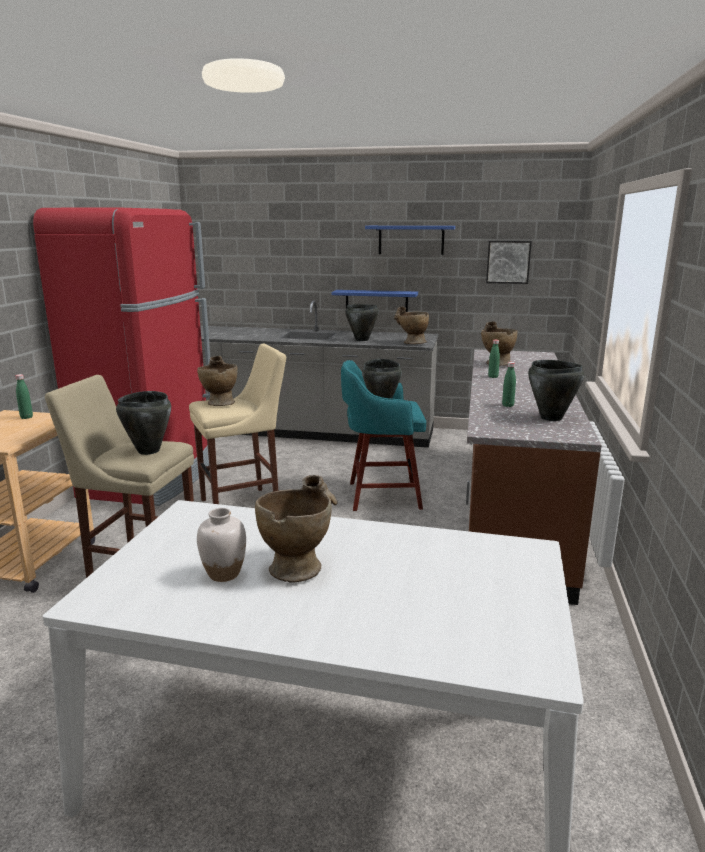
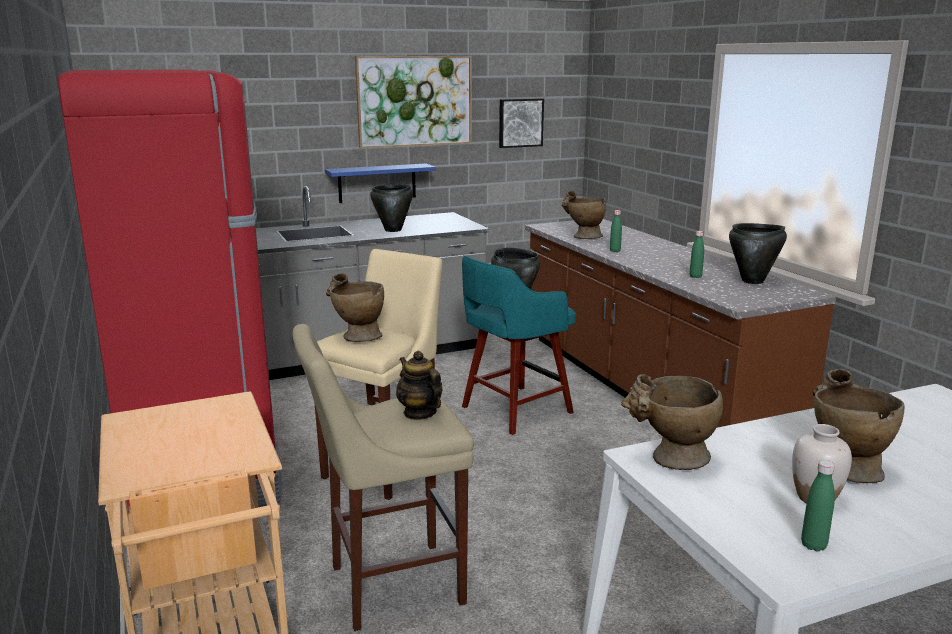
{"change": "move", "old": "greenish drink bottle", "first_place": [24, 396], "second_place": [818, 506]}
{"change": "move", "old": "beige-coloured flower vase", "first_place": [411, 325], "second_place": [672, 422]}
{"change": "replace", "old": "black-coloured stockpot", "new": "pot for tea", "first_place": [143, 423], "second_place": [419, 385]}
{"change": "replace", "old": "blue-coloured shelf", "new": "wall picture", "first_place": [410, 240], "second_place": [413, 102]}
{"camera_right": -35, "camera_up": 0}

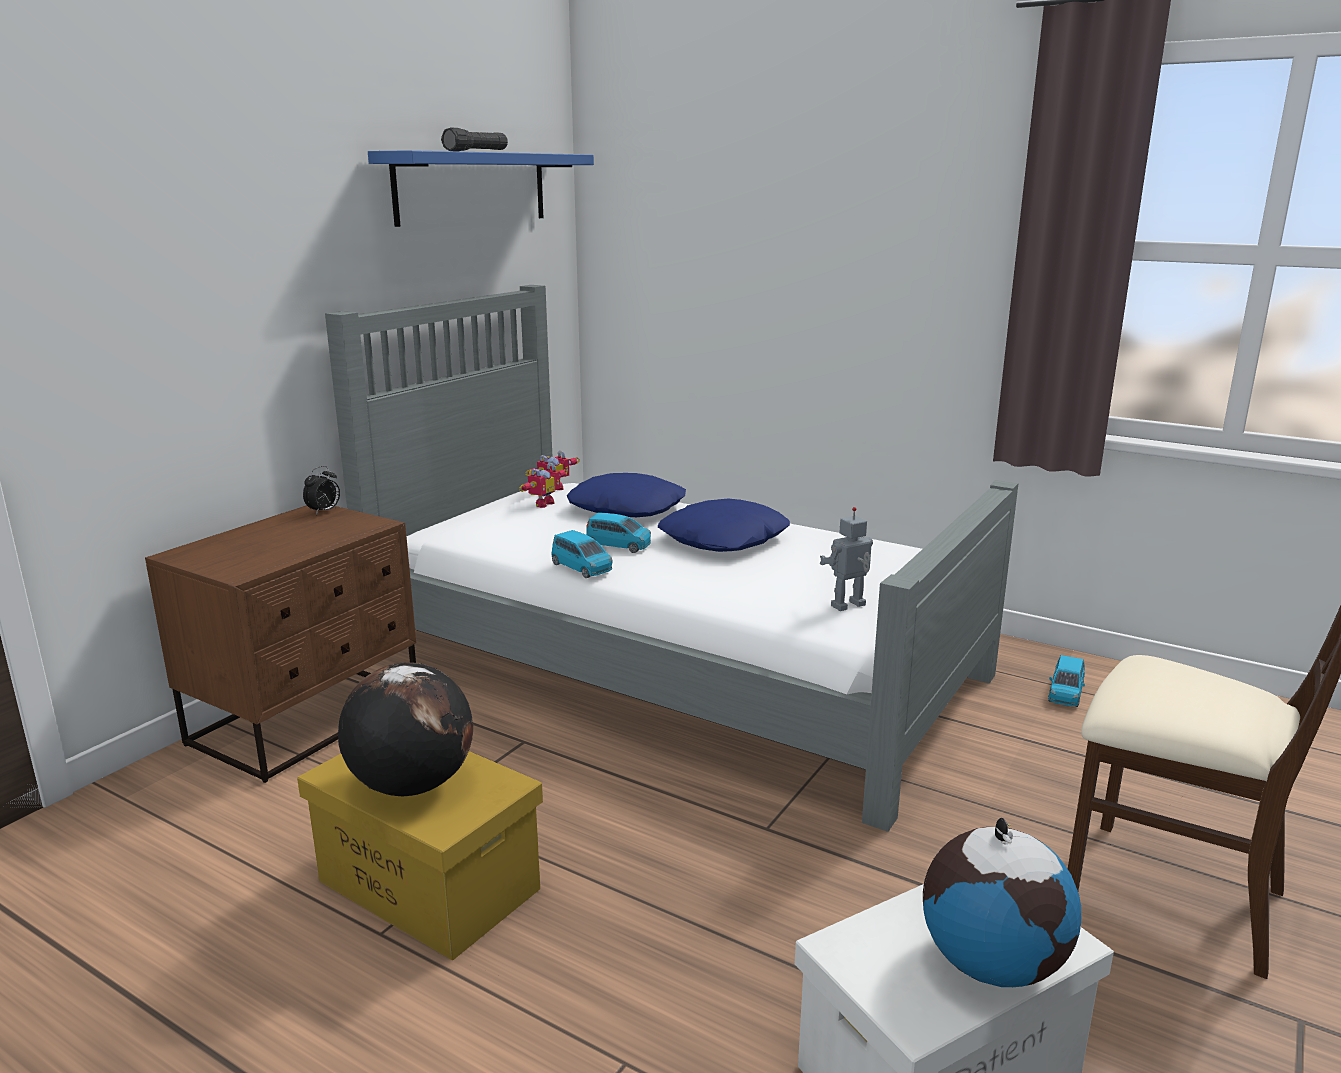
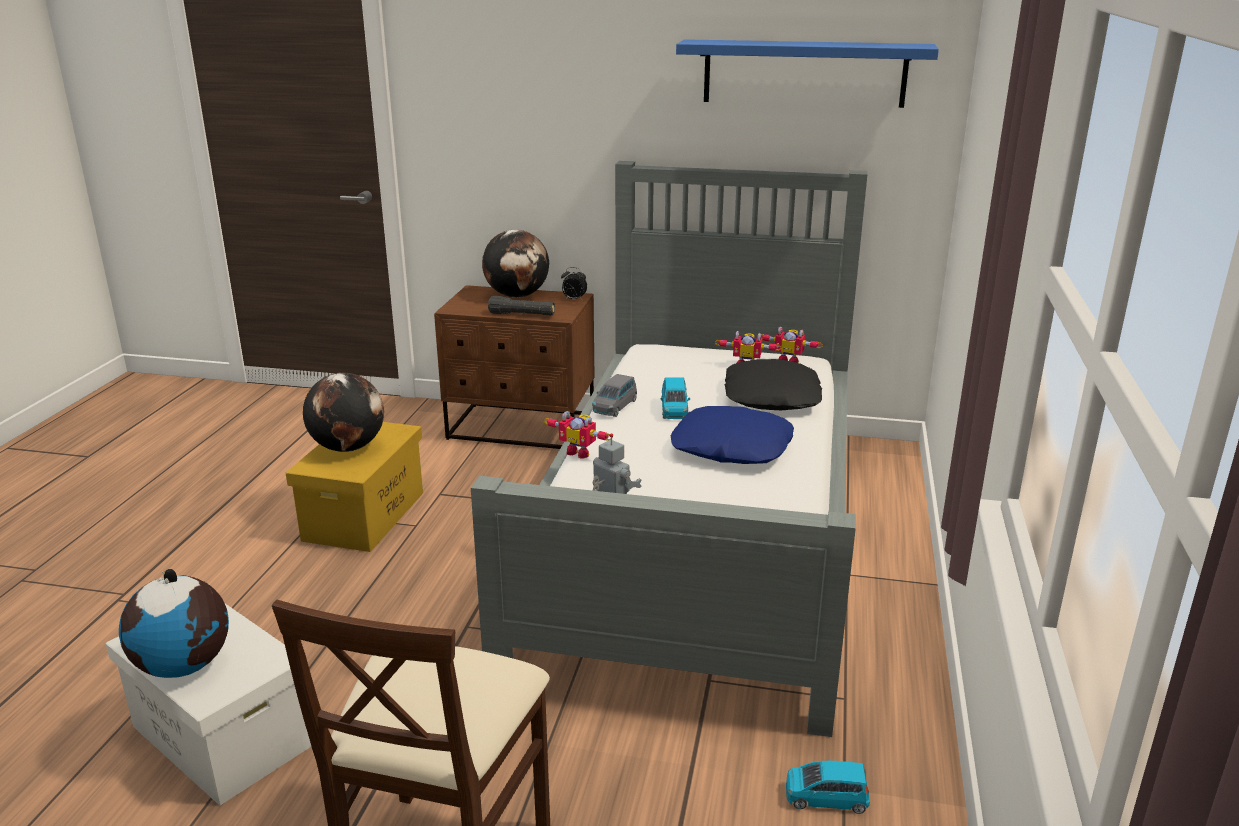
{"change": "insert", "new": "desk globe", "second_place": [515, 264]}
{"change": "insert", "new": "toy robot", "second_place": [577, 435]}
{"change": "move", "old": "black-coloured flashlight", "first_place": [474, 139], "second_place": [521, 306]}
{"change": "recolor", "old": "blue-coloured toy car", "new": "gray toy car", "first_place": [582, 554], "second_place": [614, 395]}
{"change": "recolor", "old": "blue-coloured throw pillow", "new": "black-coloured throw pillow", "first_place": [626, 495], "second_place": [773, 384]}
{"camera_right": 70, "camera_up": 5}

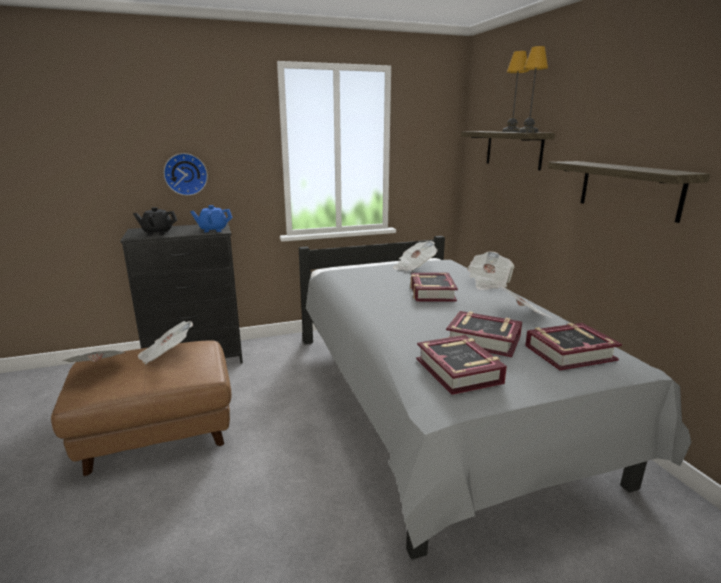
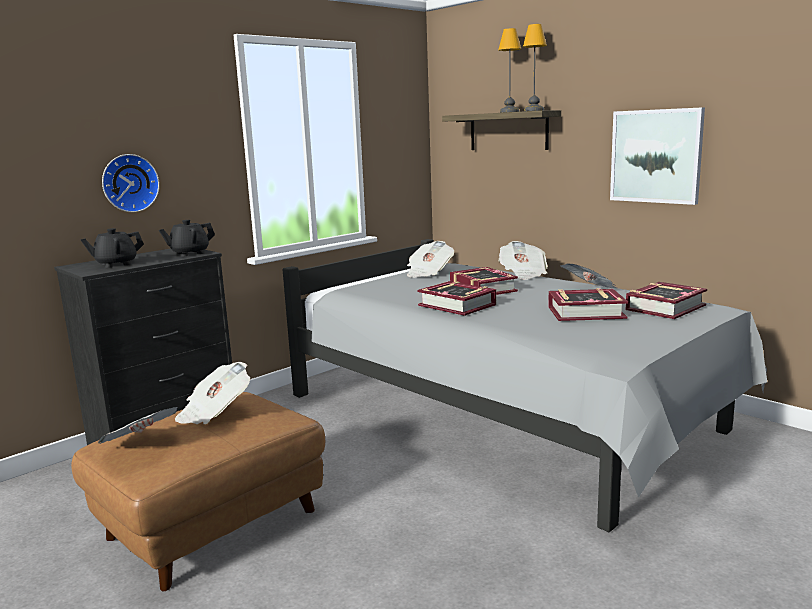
{"change": "move", "old": "volume", "first_place": [462, 365], "second_place": [456, 298]}
{"change": "replace", "old": "shelf", "new": "wall picture", "first_place": [629, 192], "second_place": [657, 156]}
{"change": "recolor", "old": "blue-coloured pot for tea", "new": "black-coloured pot for tea", "first_place": [211, 218], "second_place": [187, 238]}
{"camera_right": -25, "camera_up": -5}

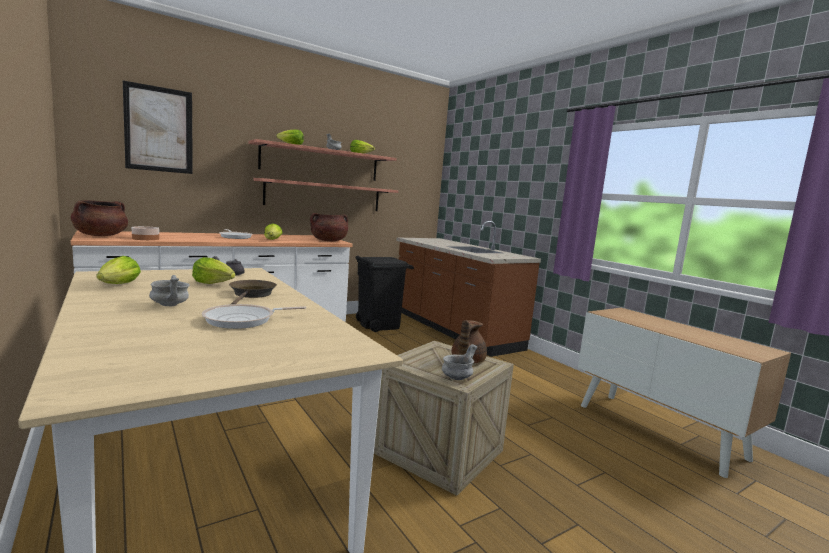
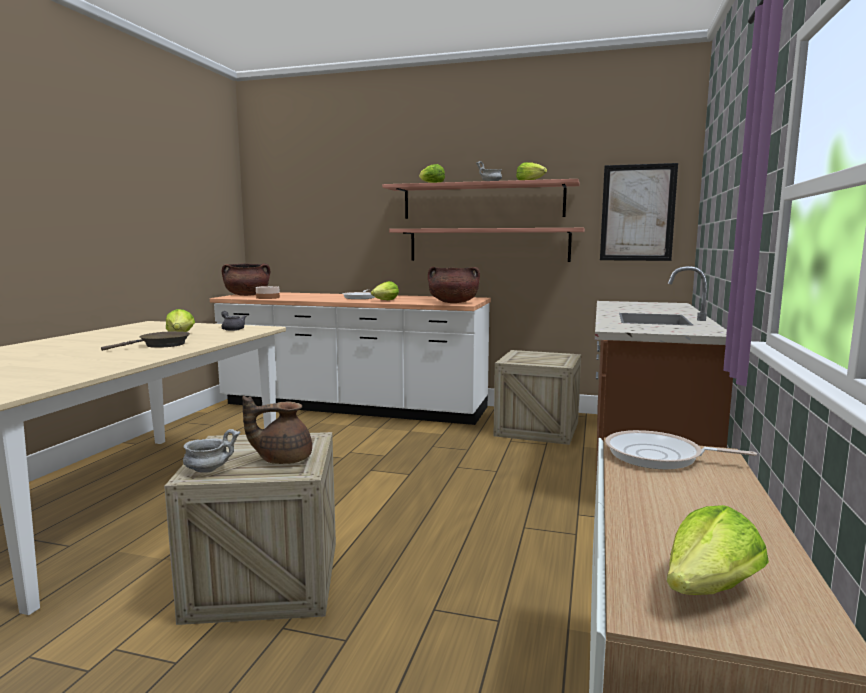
{"change": "delete", "old": "gray deep dish", "first_place": [169, 290]}
{"change": "move", "old": "lettuce head", "first_place": [118, 270], "second_place": [718, 550]}
{"change": "move", "old": "wall picture", "first_place": [158, 127], "second_place": [639, 212]}
{"change": "move", "old": "frying pan", "first_place": [254, 316], "second_place": [681, 449]}
{"change": "replace", "old": "black-coloured waste bin", "new": "packing crate", "first_place": [384, 294], "second_place": [537, 397]}
{"camera_right": 50, "camera_up": 0}

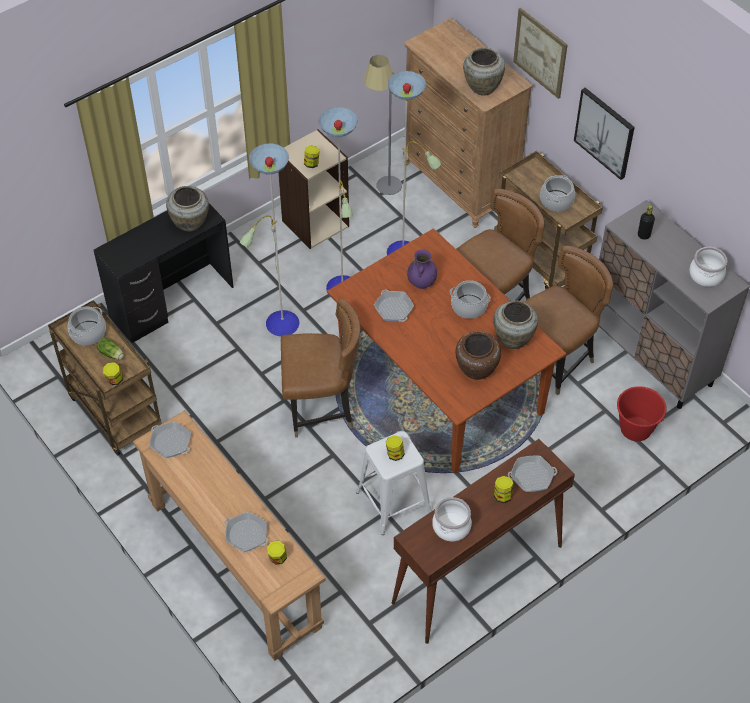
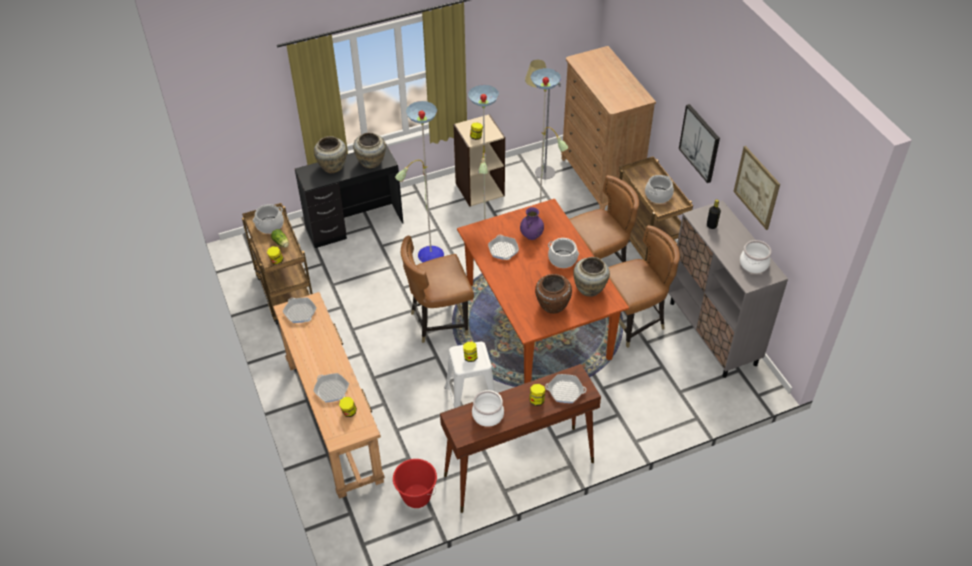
{"change": "move", "old": "beige-coloured flower vase", "first_place": [484, 72], "second_place": [330, 154]}
{"change": "move", "old": "wall picture", "first_place": [540, 53], "second_place": [756, 188]}
{"change": "move", "old": "red bucket", "first_place": [642, 413], "second_place": [415, 483]}
{"change": "rotate", "old": "brown-coloured chair", "first_place": [321, 368], "second_place": [437, 289], "degrees": 150}
{"camera_right": 15, "camera_up": -5}

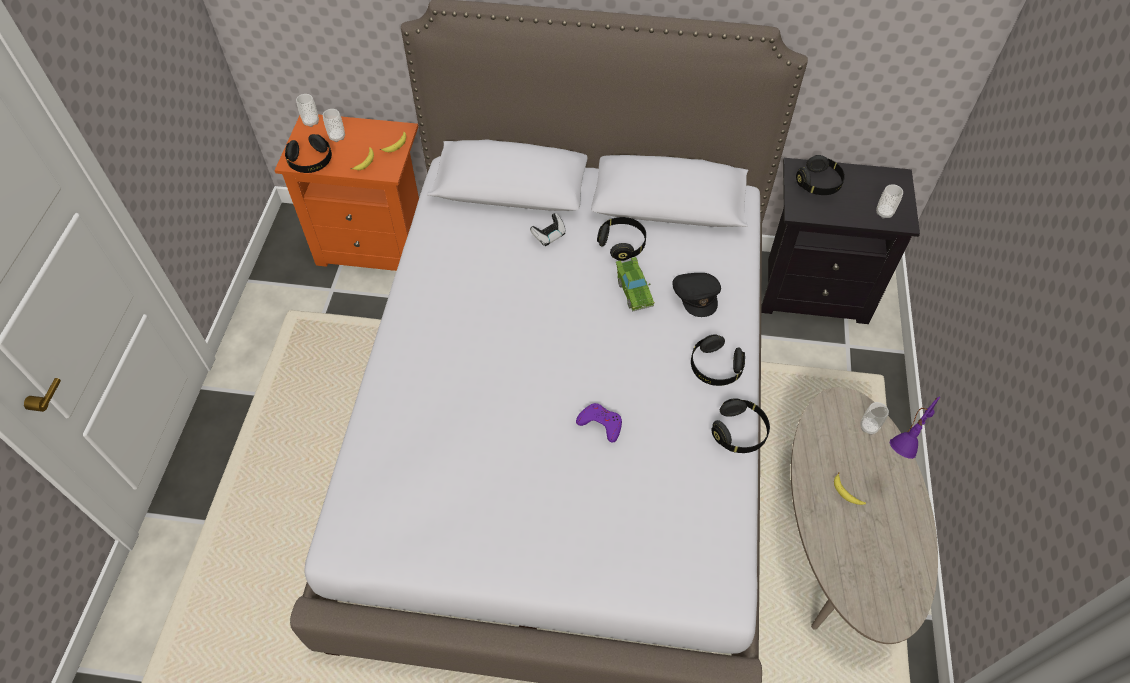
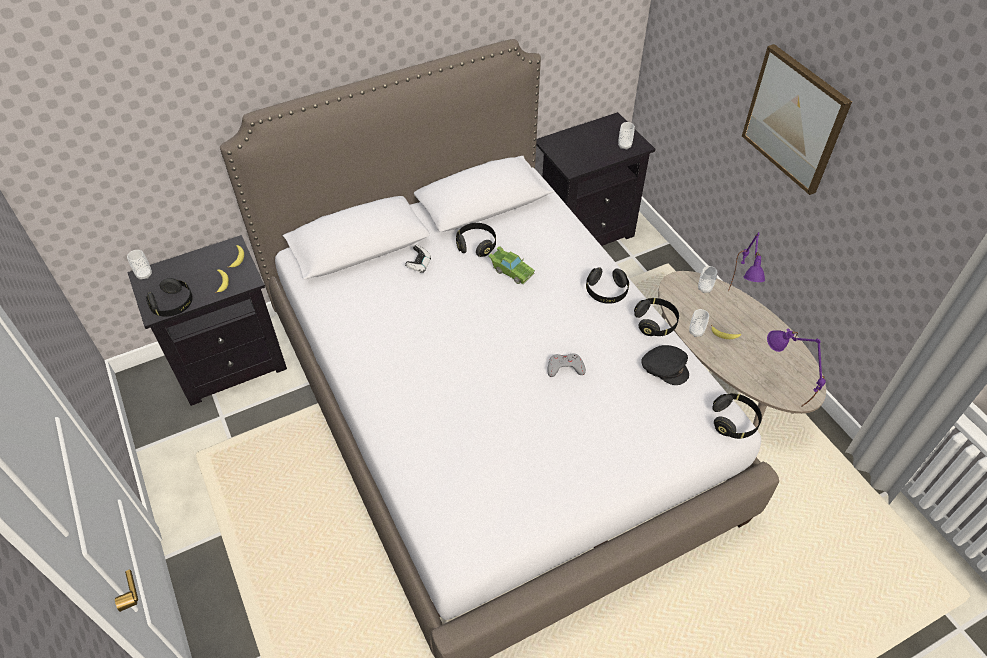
{"change": "insert", "new": "wall picture", "second_place": [797, 119]}
{"change": "insert", "new": "purplish lamp for a table", "second_place": [796, 367]}
{"change": "move", "old": "small cup", "first_place": [334, 125], "second_place": [699, 323]}
{"change": "move", "old": "black-coloured cap", "first_place": [696, 295], "second_place": [665, 365]}
{"change": "move", "old": "black-coloured pair of headphones", "first_place": [820, 175], "second_place": [737, 416]}
{"change": "recolor", "old": "orange nightstand", "new": "black-coloured nightstand", "first_place": [346, 192], "second_place": [207, 320]}
{"change": "recolor", "old": "purplish joypad", "new": "gray joypad", "first_place": [599, 423], "second_place": [566, 365]}
{"camera_right": -35, "camera_up": -5}

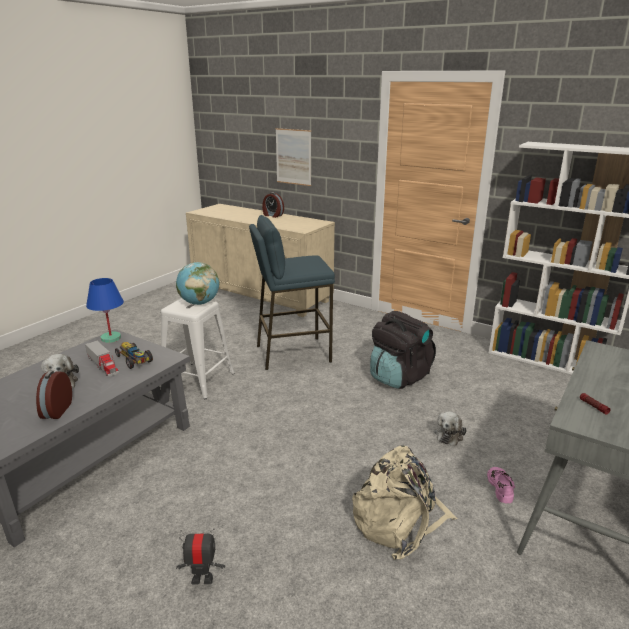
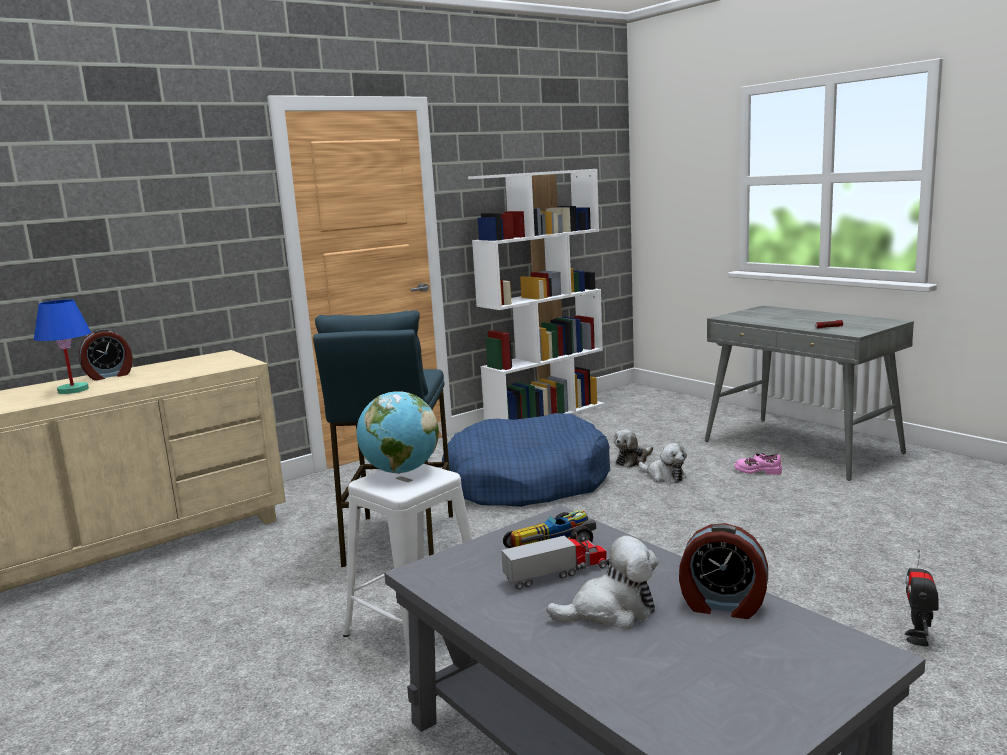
{"change": "delete", "old": "wall picture", "first_place": [293, 157]}
{"change": "delete", "old": "beige-coloured rucksack", "first_place": [404, 502]}
{"change": "insert", "new": "cuddly toy", "second_place": [633, 449]}
{"change": "move", "old": "blue-coloured lamp for a table", "first_place": [105, 310], "second_place": [62, 346]}
{"change": "replace", "old": "black-coloured rucksack", "new": "blue-coloured dog bed", "first_place": [403, 350], "second_place": [526, 460]}
{"camera_right": -70, "camera_up": -10}

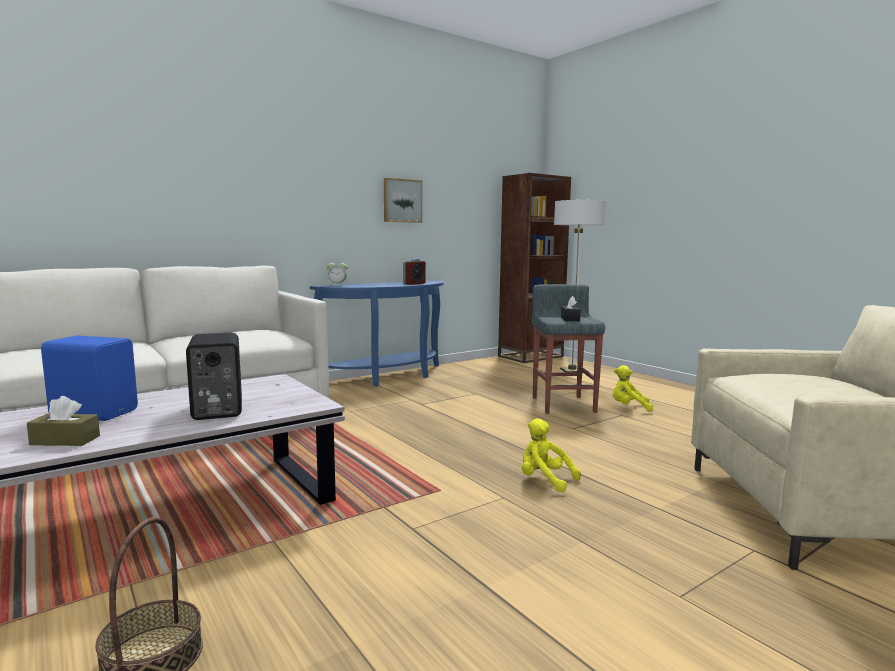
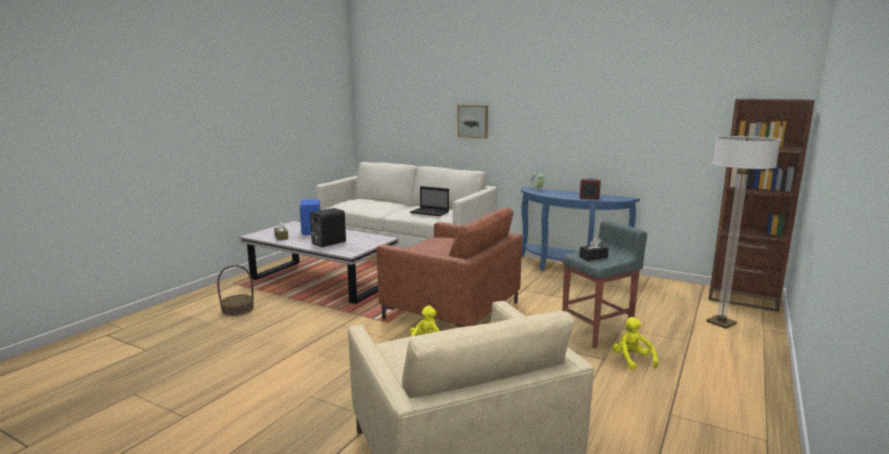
{"change": "insert", "new": "brown-coloured easy chair", "second_place": [449, 267]}
{"change": "insert", "new": "portable computer", "second_place": [429, 201]}
{"change": "move", "old": "wall picture", "first_place": [403, 200], "second_place": [472, 122]}
{"camera_right": 65, "camera_up": 5}

